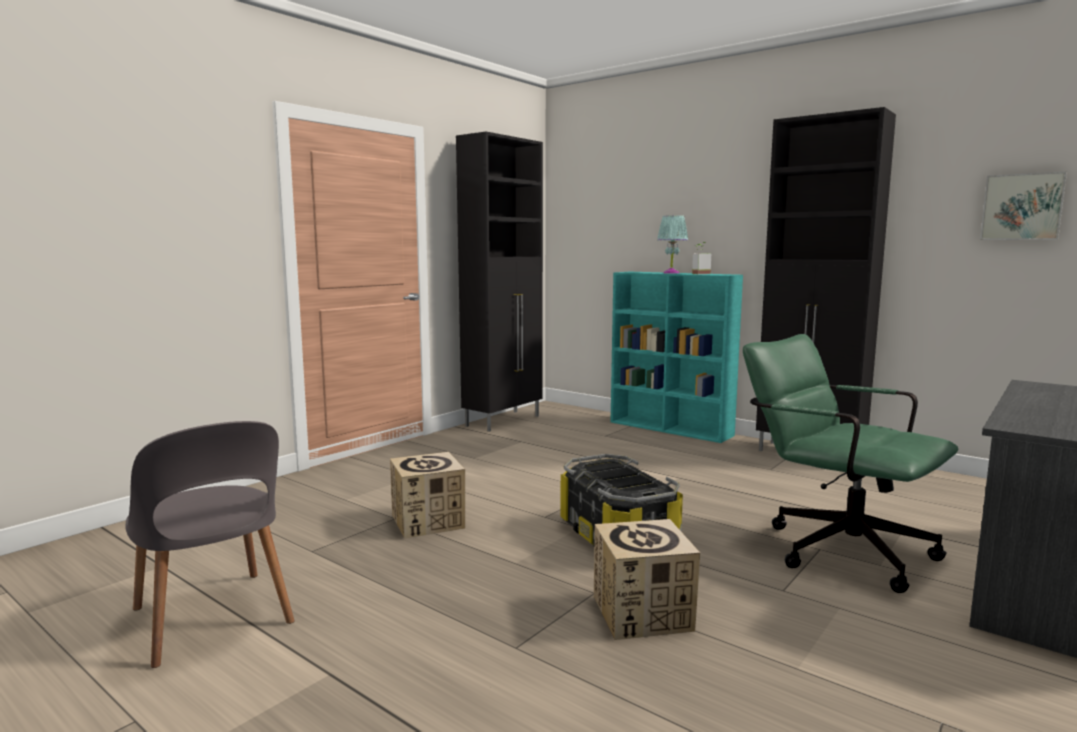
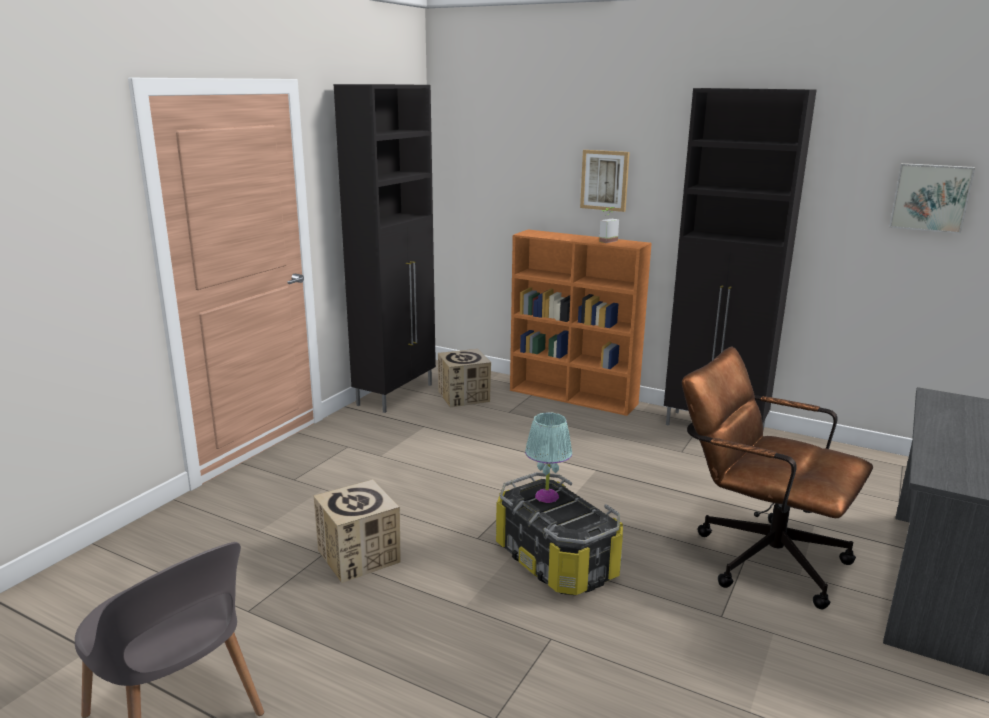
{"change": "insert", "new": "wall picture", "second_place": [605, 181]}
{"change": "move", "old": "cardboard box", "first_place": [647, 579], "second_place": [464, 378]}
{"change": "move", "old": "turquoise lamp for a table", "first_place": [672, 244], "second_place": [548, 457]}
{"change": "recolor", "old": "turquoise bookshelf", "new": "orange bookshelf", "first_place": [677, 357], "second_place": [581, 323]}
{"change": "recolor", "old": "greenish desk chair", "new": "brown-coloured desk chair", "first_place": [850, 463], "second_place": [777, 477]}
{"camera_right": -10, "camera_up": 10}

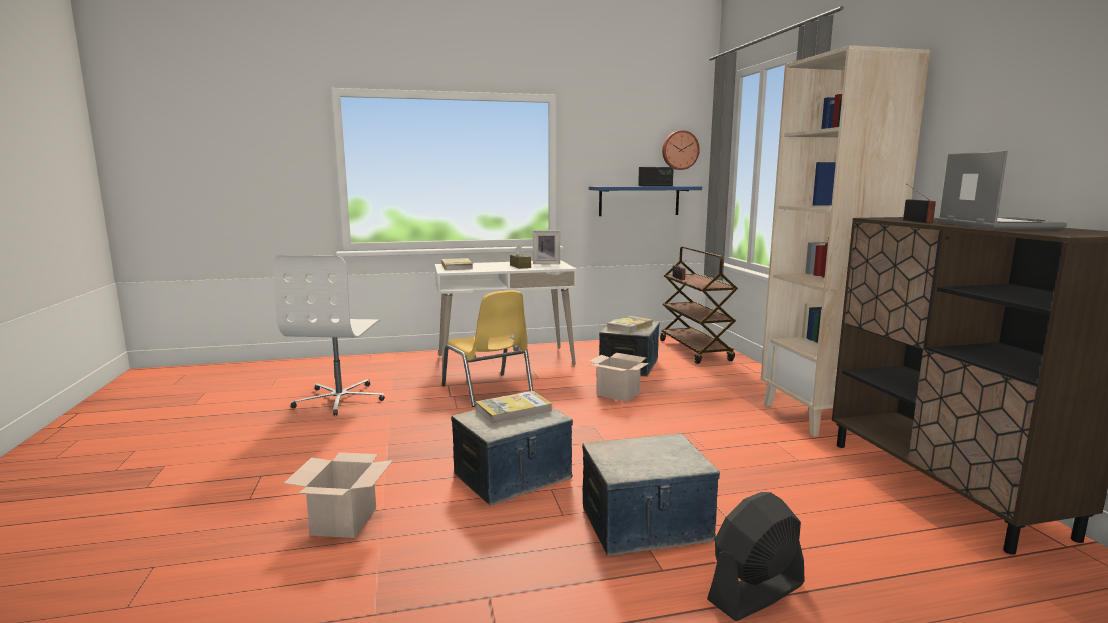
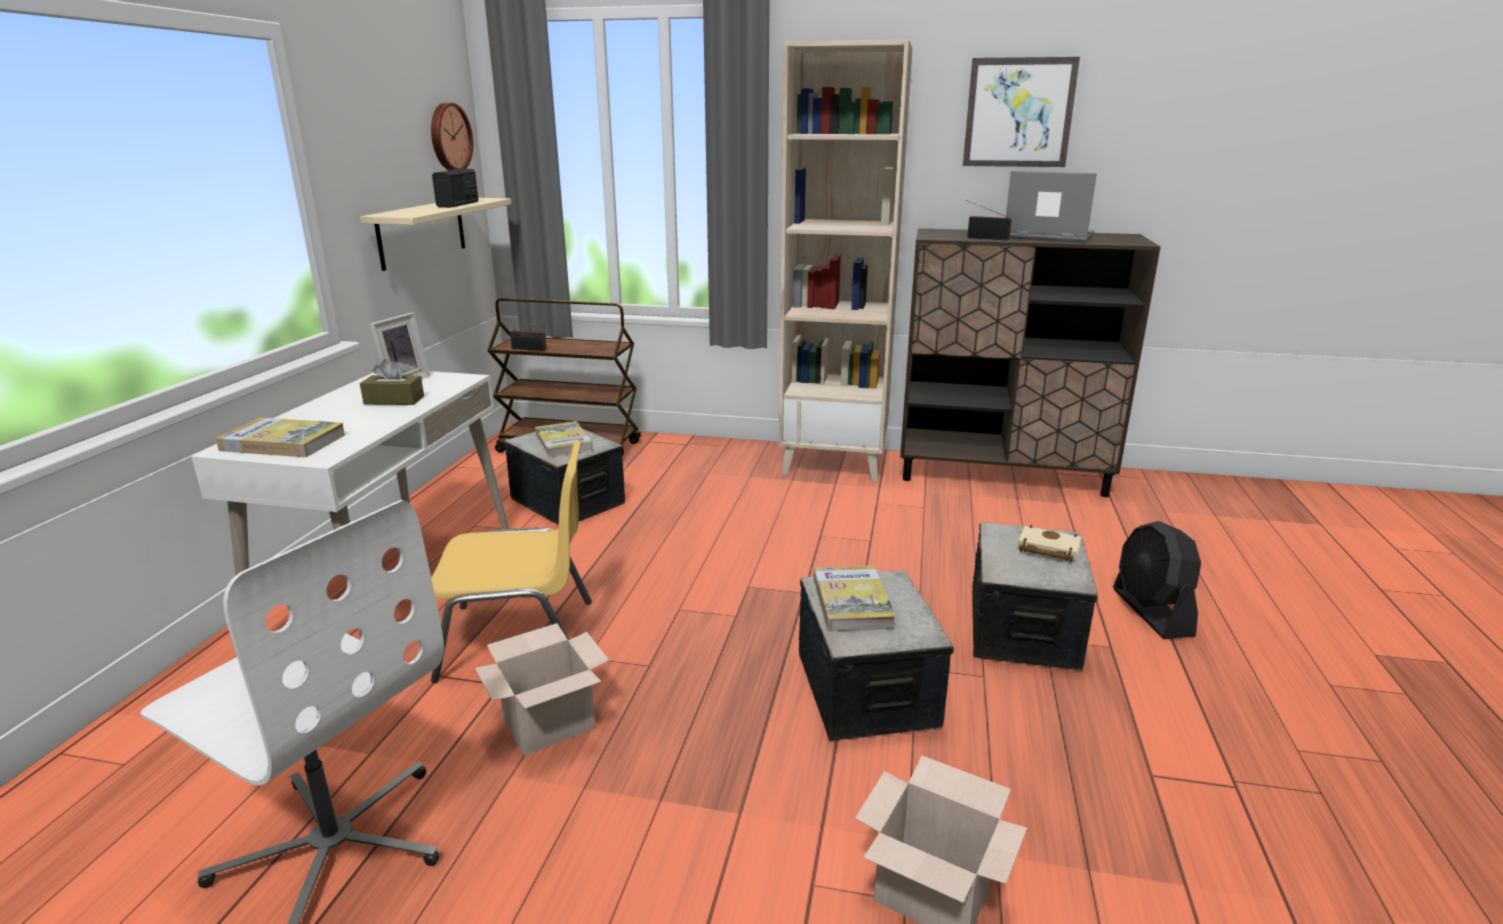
{"change": "insert", "new": "wall picture", "second_place": [1021, 112]}
{"change": "insert", "new": "beige-coloured volume", "second_place": [1049, 543]}
{"change": "move", "old": "cardboard box", "first_place": [619, 377], "second_place": [542, 689]}
{"change": "recolor", "old": "blue-coloured shelf", "new": "beige-coloured shelf", "first_place": [645, 201], "second_place": [435, 234]}
{"camera_right": -65, "camera_up": 10}

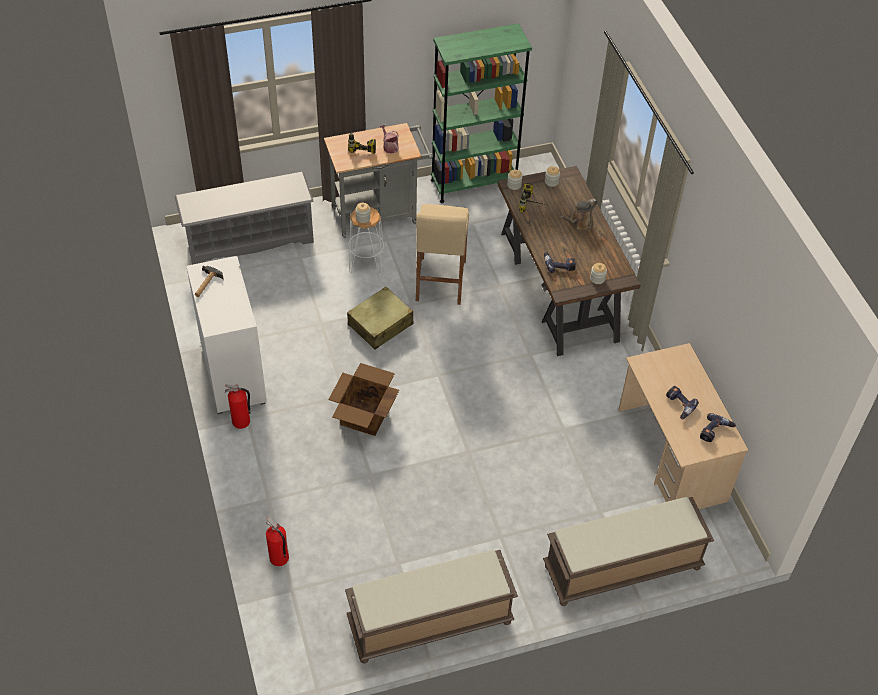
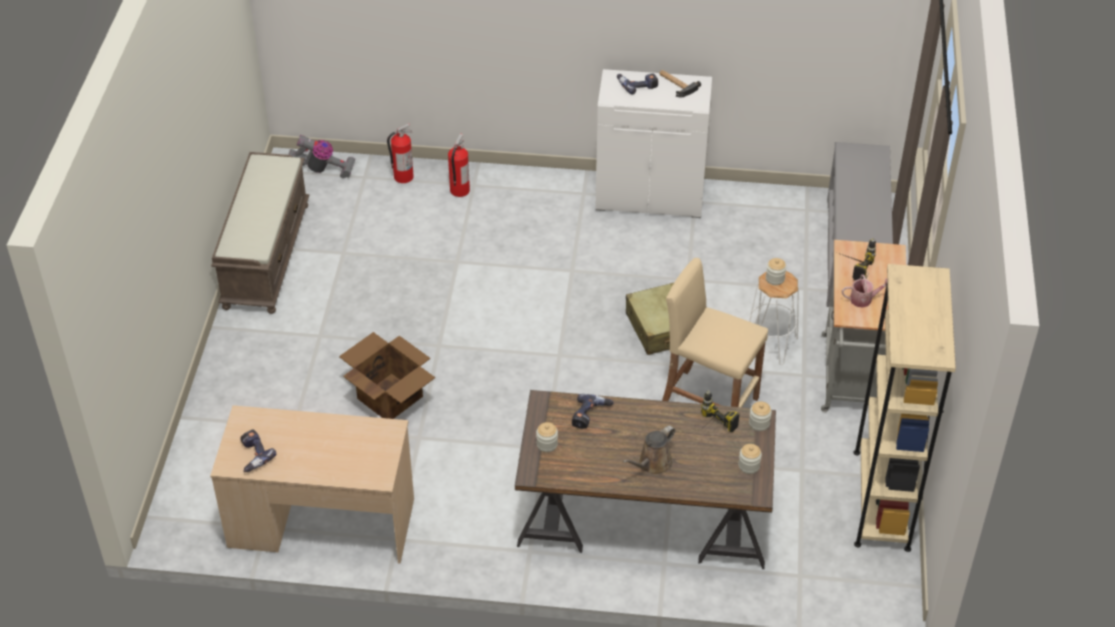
{"change": "delete", "old": "brown-coloured bench", "first_place": [628, 551]}
{"change": "insert", "new": "hoover", "second_place": [321, 156]}
{"change": "move", "old": "fire-fighting cylinder", "first_place": [237, 406], "second_place": [459, 165]}
{"change": "move", "old": "cardboard box", "first_place": [364, 399], "second_place": [387, 375]}
{"change": "move", "old": "electric drill", "first_place": [682, 402], "second_place": [637, 84]}
{"change": "recolor", "old": "greenish bookshelf", "new": "beige-coloured bookshelf", "first_place": [481, 113], "second_place": [904, 408]}
{"change": "rotate", "old": "brown-coloured watering can", "first_place": [579, 214], "second_place": [649, 450], "degrees": -120}
{"camera_right": 115, "camera_up": -5}

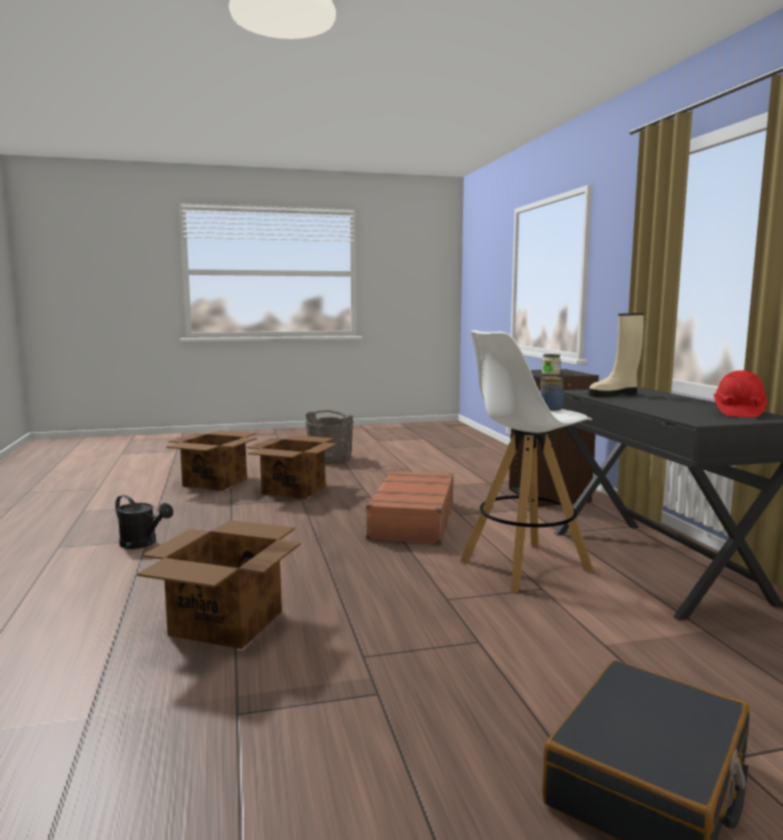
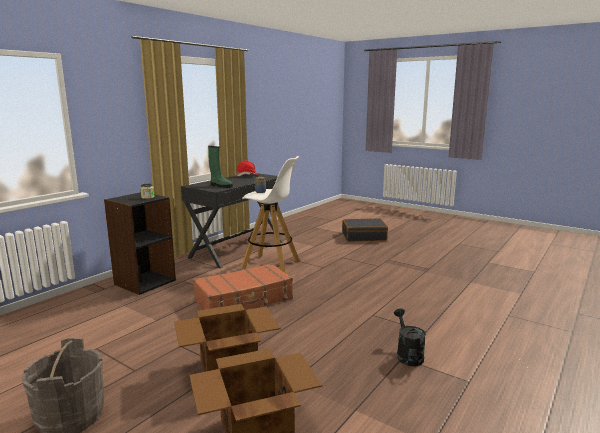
{"change": "delete", "old": "cardboard box", "first_place": [219, 584]}
{"change": "recolor", "old": "beige-coloured tall boot", "new": "greenish tall boot", "first_place": [616, 355], "second_place": [220, 167]}
{"camera_right": -130, "camera_up": 5}

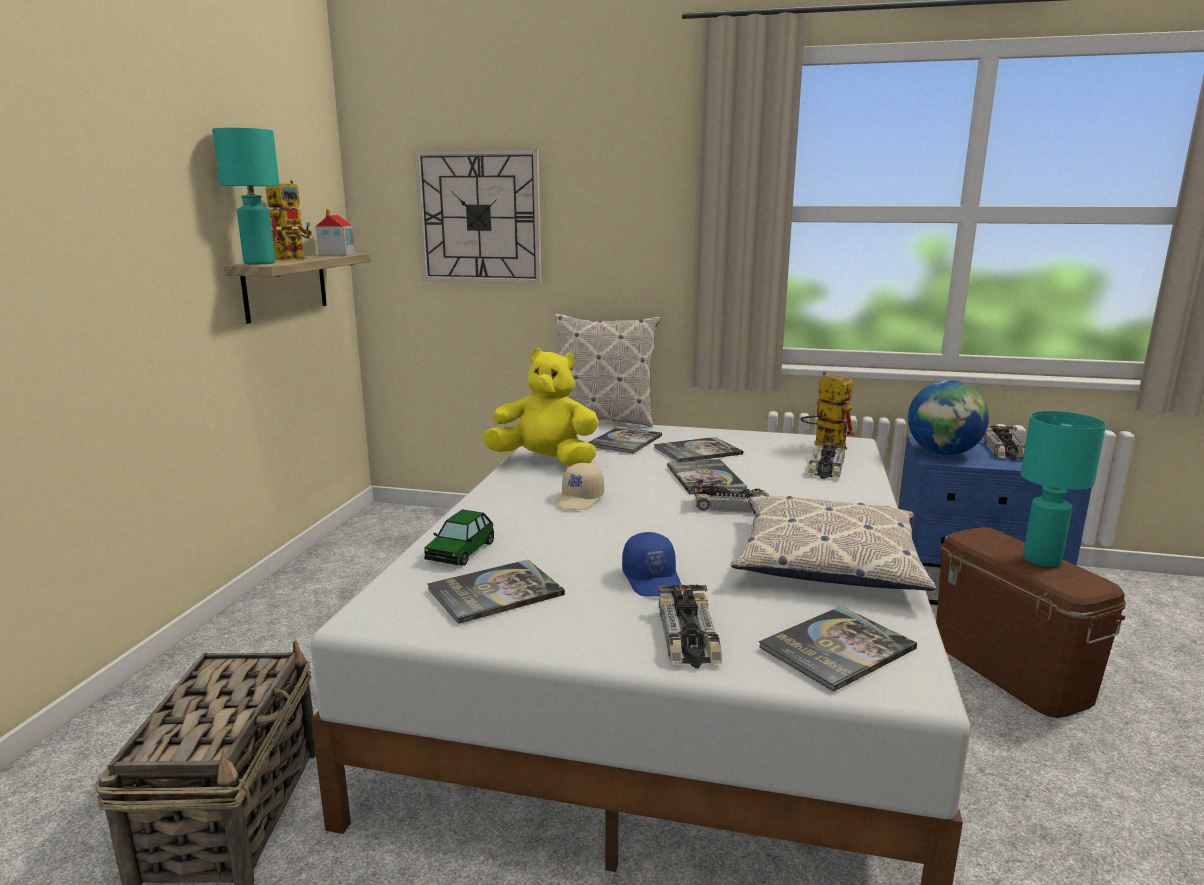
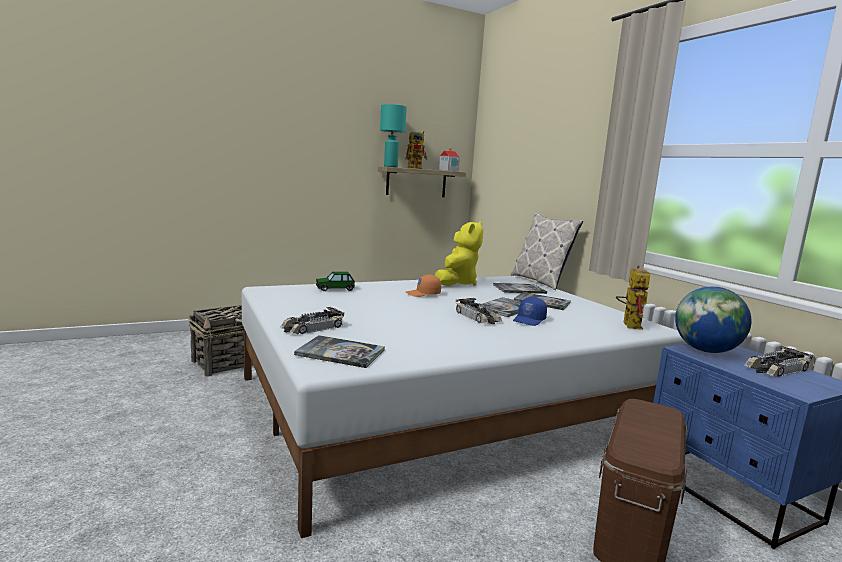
{"change": "delete", "old": "wall clock", "first_place": [478, 216]}
{"change": "delete", "old": "volume", "first_place": [496, 591]}
{"change": "delete", "old": "throw pillow", "first_place": [833, 542]}
{"change": "delete", "old": "toy car", "first_place": [827, 459]}
{"change": "delete", "old": "turquoise lamp for a table", "first_place": [1063, 489]}
{"change": "move", "old": "blue-coloured cap", "first_place": [652, 564], "second_place": [530, 311]}
{"change": "recolor", "old": "beige-coloured cap", "new": "orange cap", "first_place": [579, 486], "second_place": [423, 285]}
{"change": "rotate", "old": "yellow-coloured cuddly toy", "first_place": [540, 407], "second_place": [459, 253], "degrees": 45}
{"camera_right": 50, "camera_up": -5}

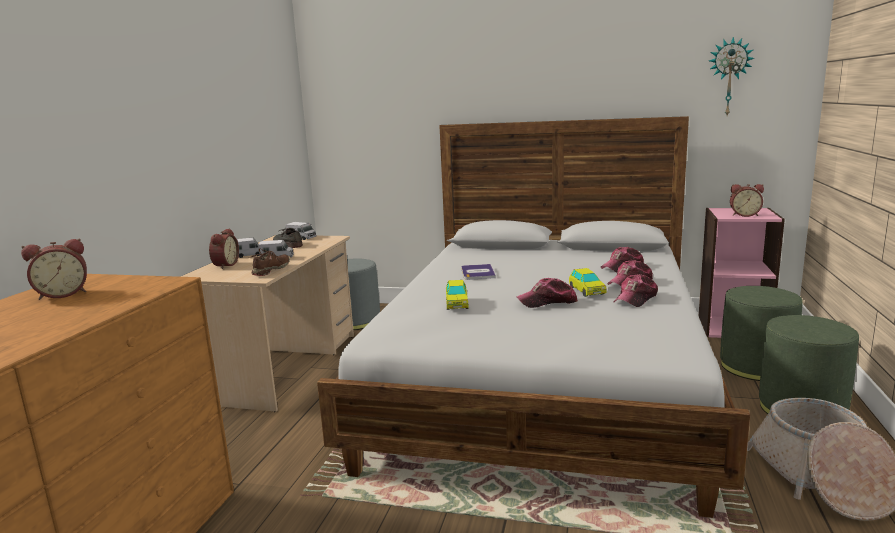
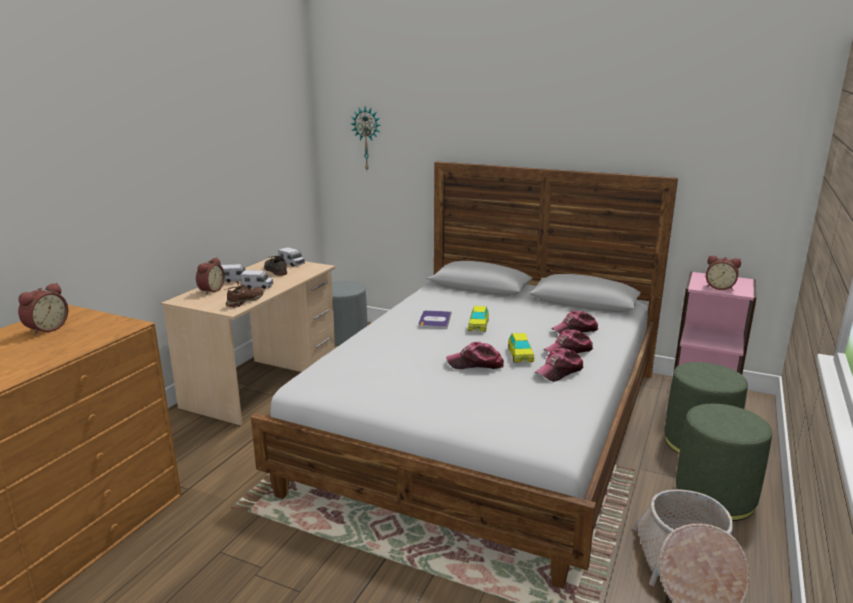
{"change": "move", "old": "toy car", "first_place": [457, 295], "second_place": [478, 319]}
{"change": "move", "old": "wall clock", "first_place": [732, 76], "second_place": [366, 138]}
{"change": "rotate", "old": "bedside clock", "first_place": [54, 269], "second_place": [43, 309], "degrees": -45}
{"camera_right": 10, "camera_up": 5}

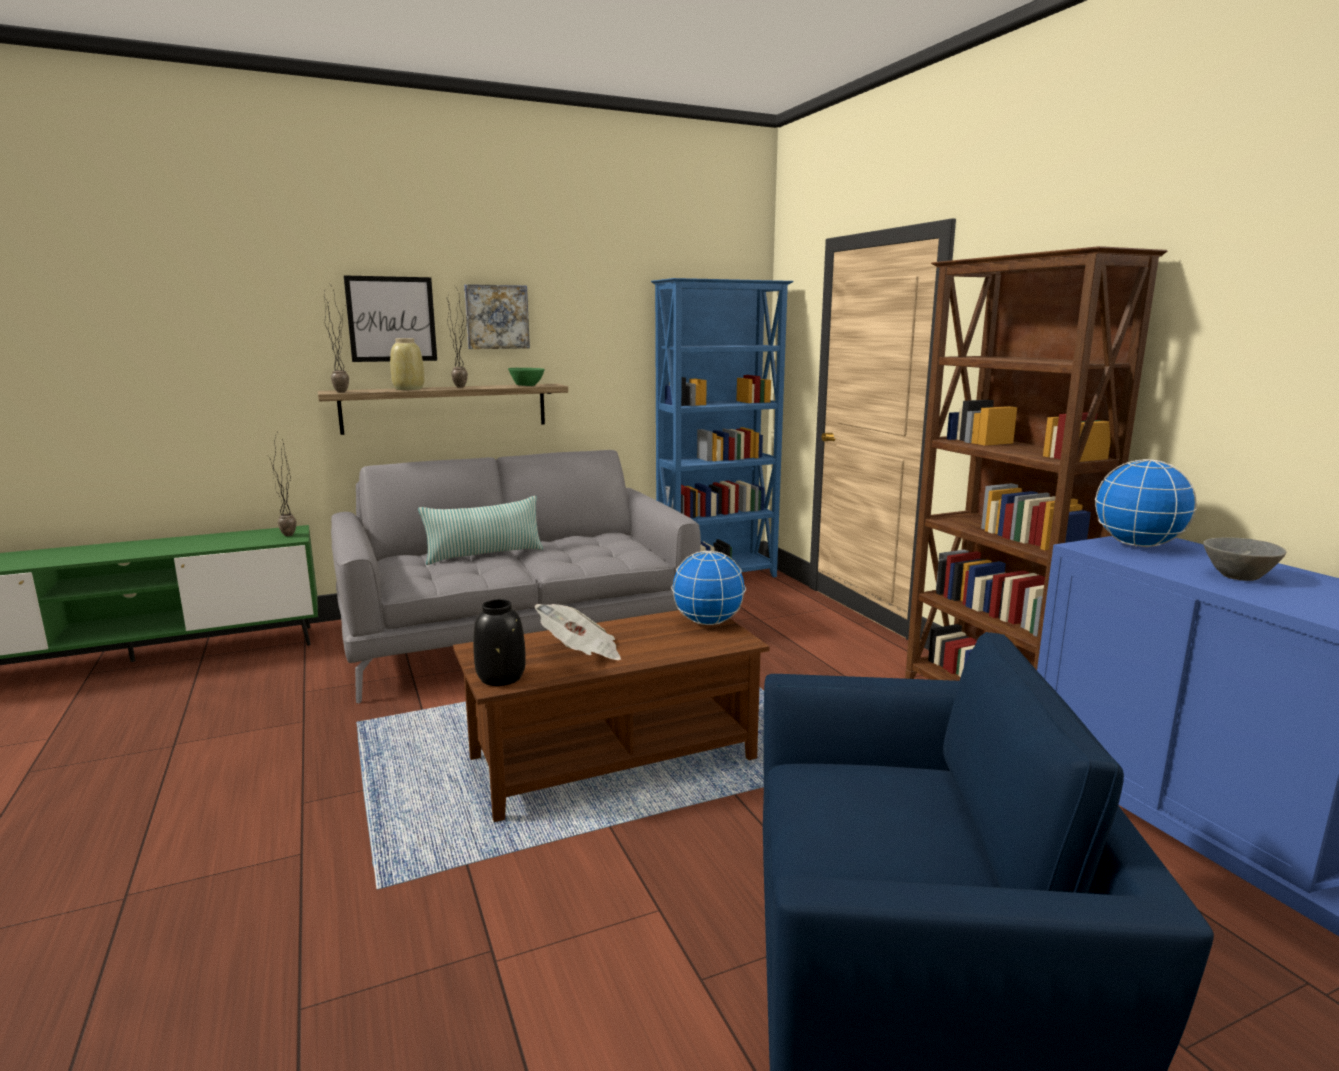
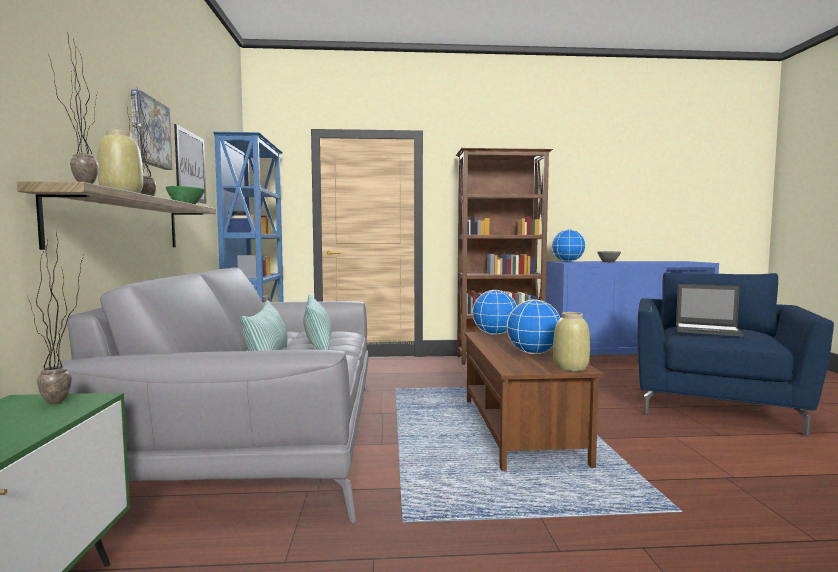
{"change": "insert", "new": "throw pillow", "second_place": [317, 322]}
{"change": "insert", "new": "portable computer", "second_place": [710, 310]}
{"change": "move", "old": "wall picture", "first_place": [390, 318], "second_place": [190, 164]}
{"change": "replace", "old": "printed paper", "new": "desk globe", "first_place": [578, 632], "second_place": [533, 327]}
{"change": "recolor", "old": "black-coloured flower vase", "new": "beige-coloured flower vase", "first_place": [499, 642], "second_place": [571, 341]}
{"camera_right": -70, "camera_up": -10}

